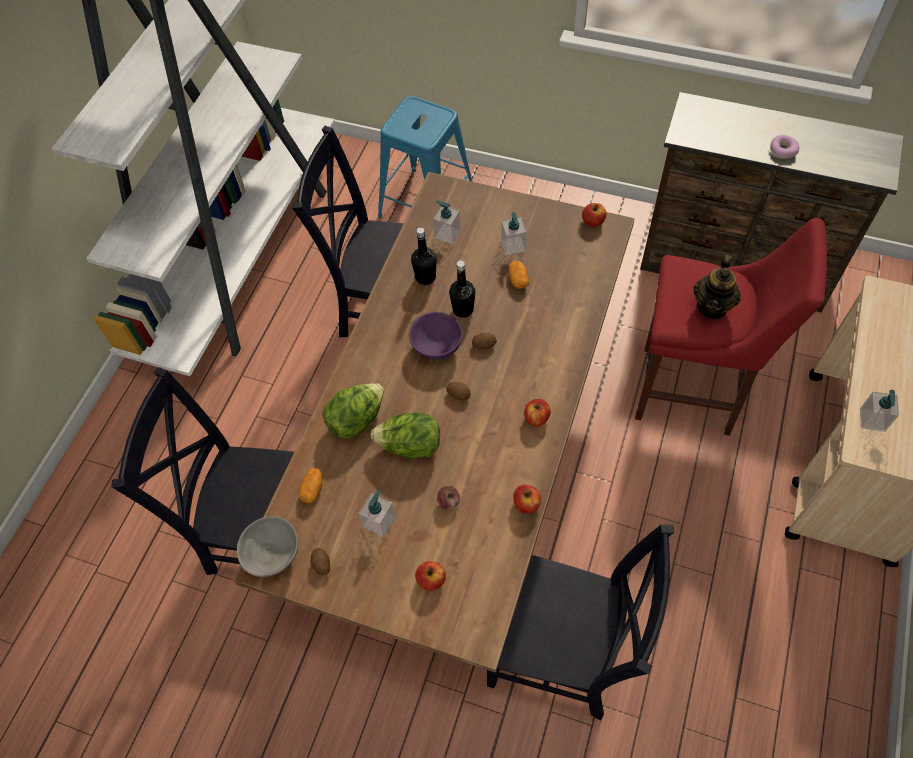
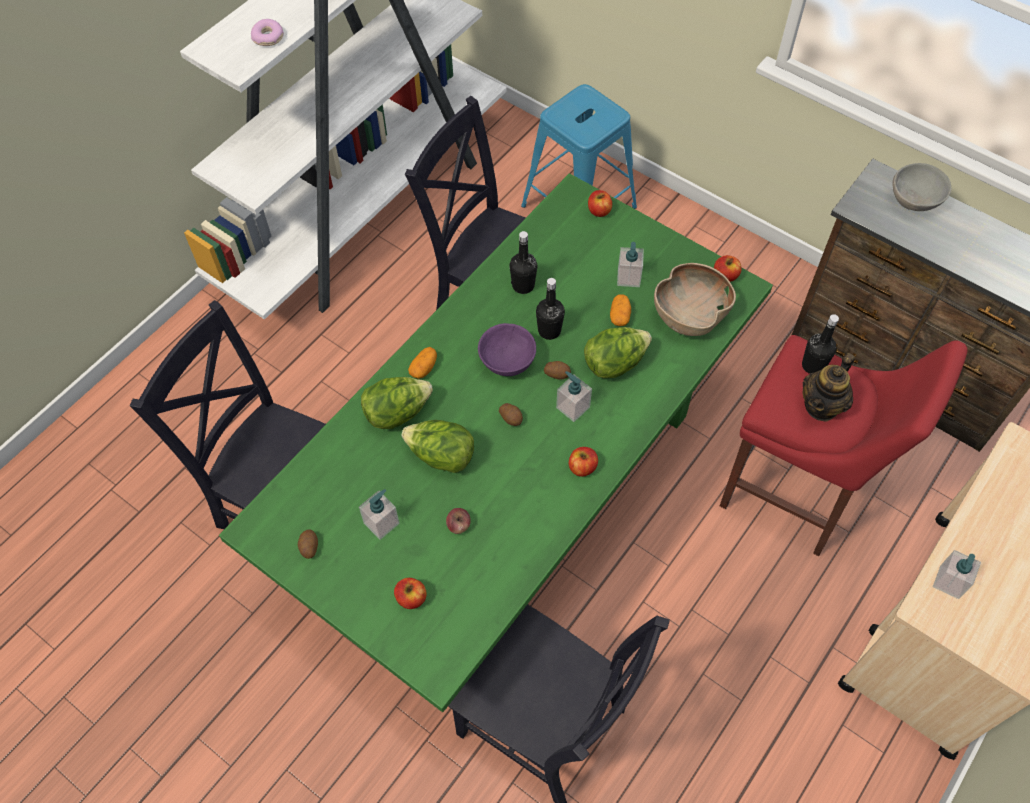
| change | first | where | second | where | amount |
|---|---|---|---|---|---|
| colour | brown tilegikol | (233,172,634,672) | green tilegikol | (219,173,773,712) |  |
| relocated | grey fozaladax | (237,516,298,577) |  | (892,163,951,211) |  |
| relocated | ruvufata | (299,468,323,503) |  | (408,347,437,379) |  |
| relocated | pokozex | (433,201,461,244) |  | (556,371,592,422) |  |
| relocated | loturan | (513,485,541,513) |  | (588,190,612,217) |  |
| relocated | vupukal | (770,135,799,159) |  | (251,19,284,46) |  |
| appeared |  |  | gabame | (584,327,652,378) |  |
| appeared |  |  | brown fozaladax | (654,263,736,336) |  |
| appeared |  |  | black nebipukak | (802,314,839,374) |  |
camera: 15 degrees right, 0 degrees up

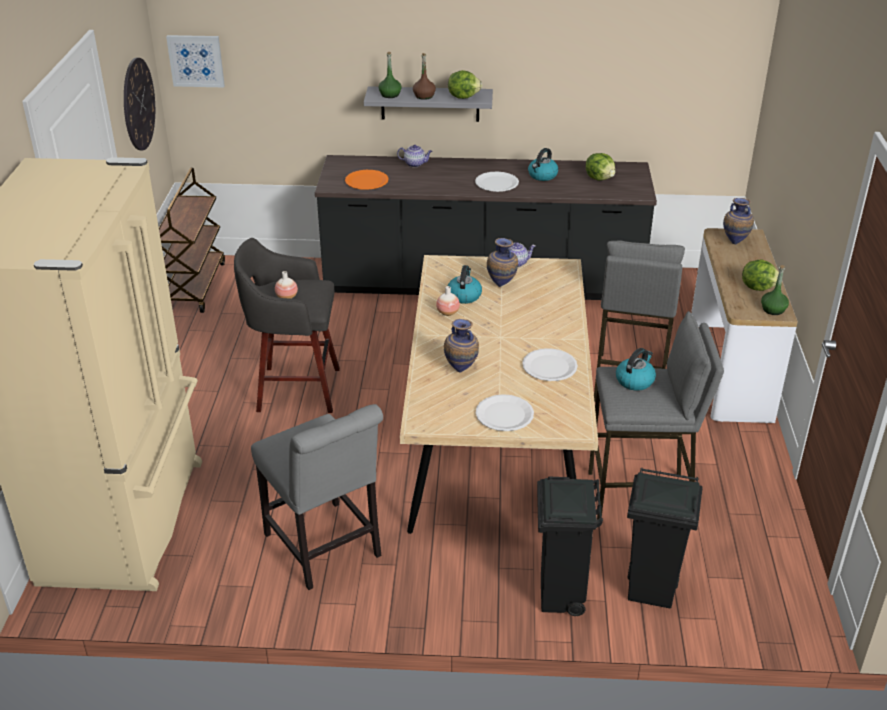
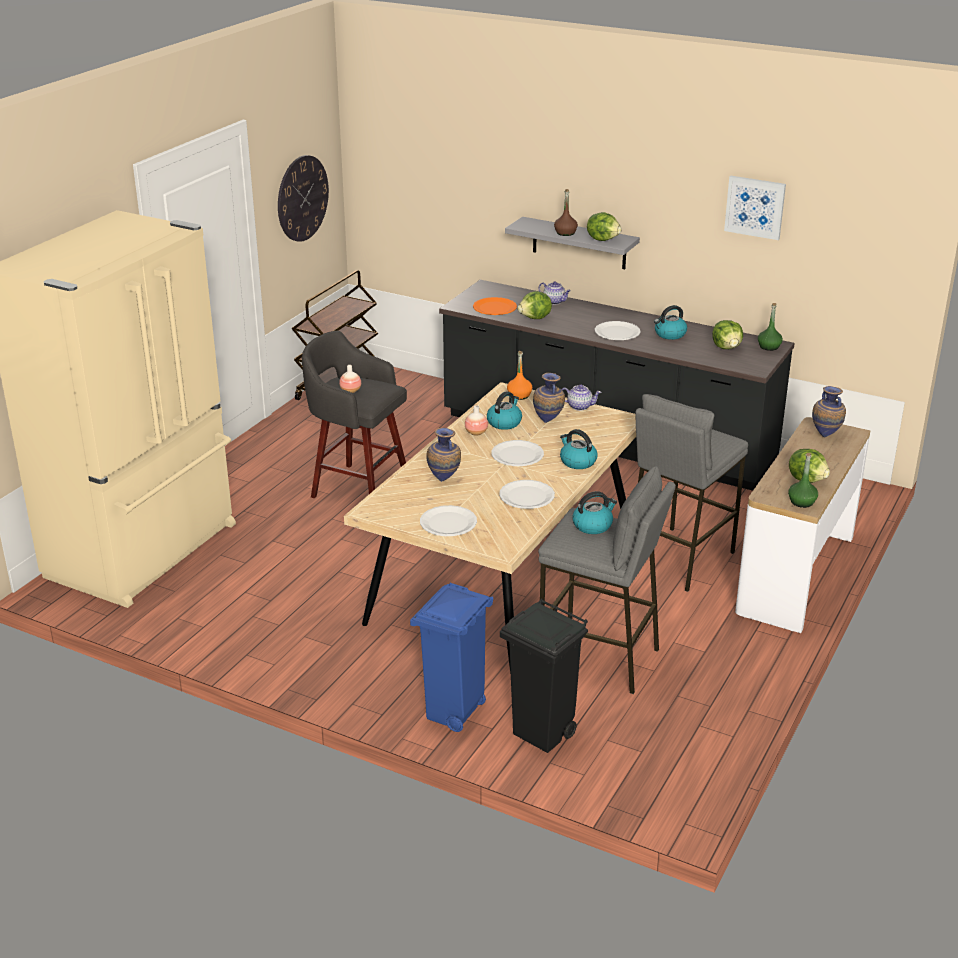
| change | first | where | second | where | amount |
|---|---|---|---|---|---|
| relocated | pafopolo | (166,35,225,87) |  | (724,176,786,240) |  |
| missing | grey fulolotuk | (251,404,383,590) |  |  |  |
| relocated | green nebipukak | (379,52,402,98) |  | (758,303,783,351) |  |
| colour | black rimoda | (537,477,603,616) | blue rimoda | (410,583,494,732) |  |
| appeared |  |  | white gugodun | (491,440,544,466) |  |
| appeared |  |  | orange nebipukak | (507,351,532,400) |  |
| appeared |  |  | gabame | (518,291,552,319) |  |
| appeared |  |  | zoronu | (560,429,598,469) |  |
camera: 25 degrees right, 5 degrees down

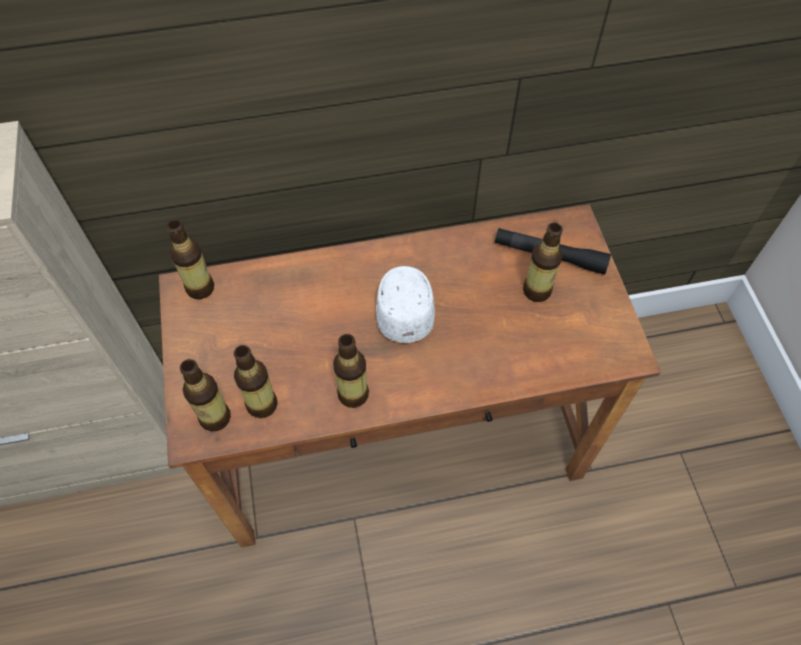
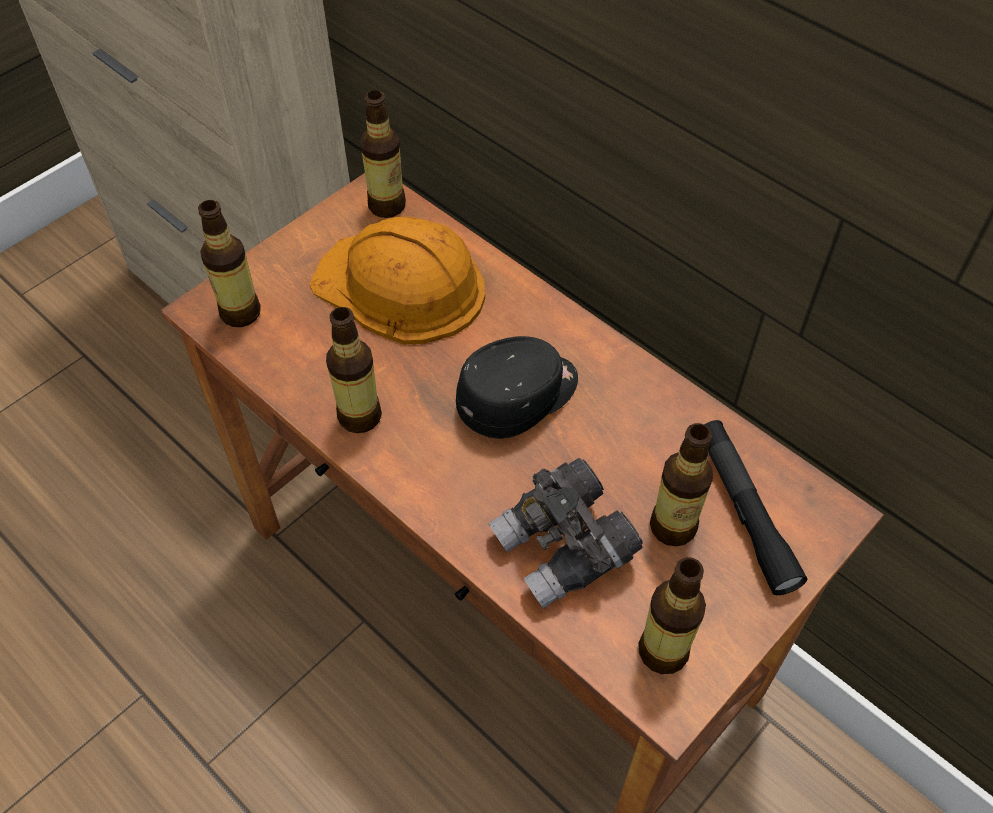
| change | first | where | second | where | amount |
|---|---|---|---|---|---|
| relocated | nebipukak | (234,345,278,418) |  | (639,557,706,674) |  |
| colour | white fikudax | (376,266,435,343) | black fikudax | (456,336,578,439) |  |
| appeared |  |  | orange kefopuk | (309,217,485,345) |  |
| appeared |  |  | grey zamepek | (489,458,643,609) |  |
camera: 55 degrees right, 5 degrees down

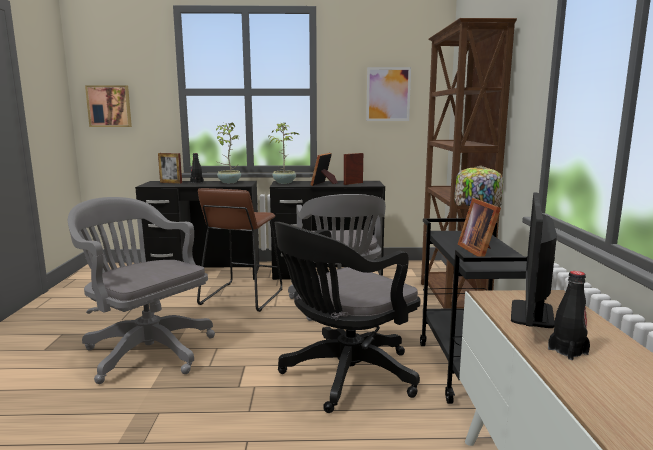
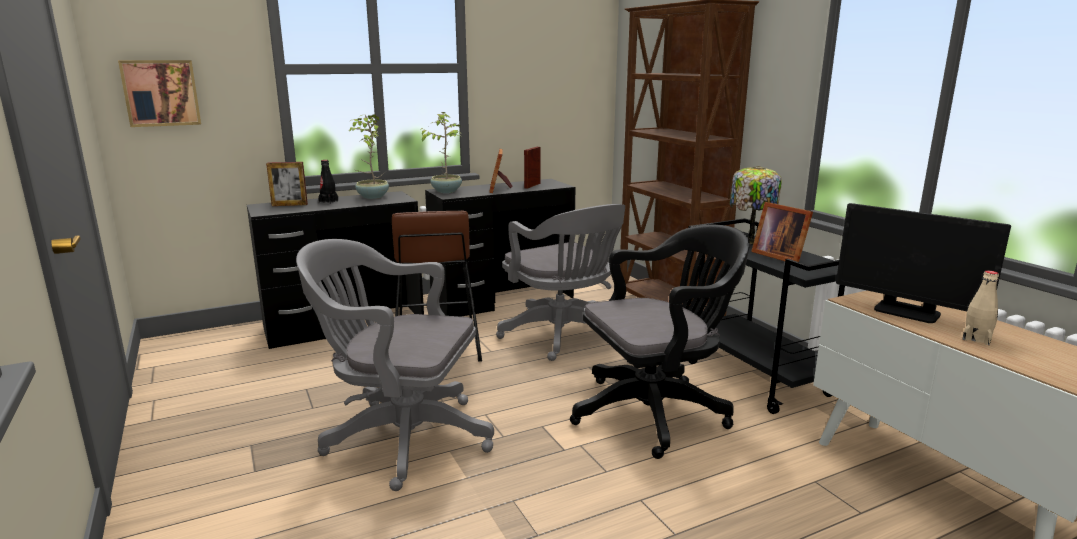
| change | first | where | second | where | amount |
|---|---|---|---|---|---|
| spun | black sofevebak | (275,222,420,413) |  | (570,224,750,459) | 135 degrees counterclockwise |
| missing | pafopolo | (366,67,411,121) |  |  |  |
| spun | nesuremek | (511,192,557,328) |  | (836,203,1011,323) | 45 degrees counterclockwise |
| colour | black nebipukak | (548,271,590,360) | beige nebipukak | (963,271,999,345) |  |
camera: 25 degrees left, 5 degrees up

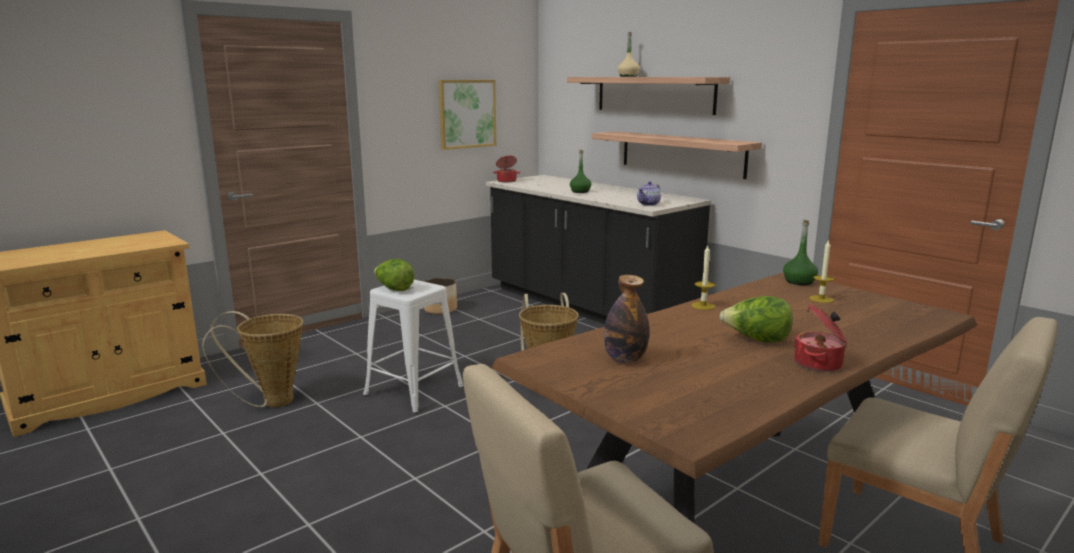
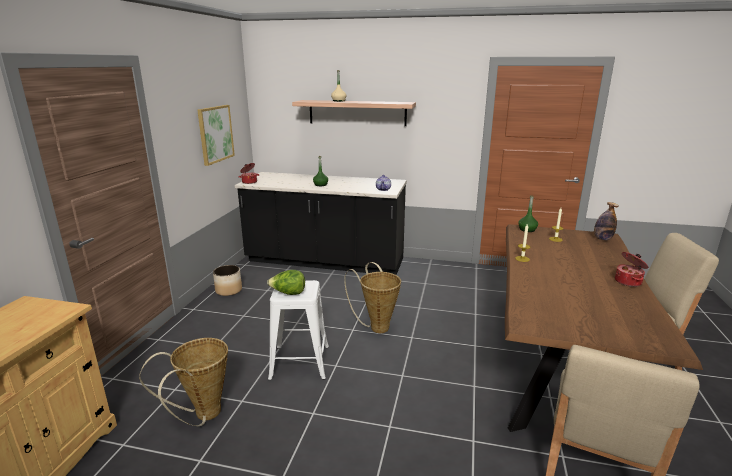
| change | first | where | second | where | amount |
|---|---|---|---|---|---|
| missing | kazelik | (592,131,762,179) |  |  |  |
| relocated | nebipukak | (604,275,649,363) |  | (594,202,619,240) |  |
| missing | gabame | (719,296,793,342) |  |  |  |
camera: 35 degrees left, 5 degrees up

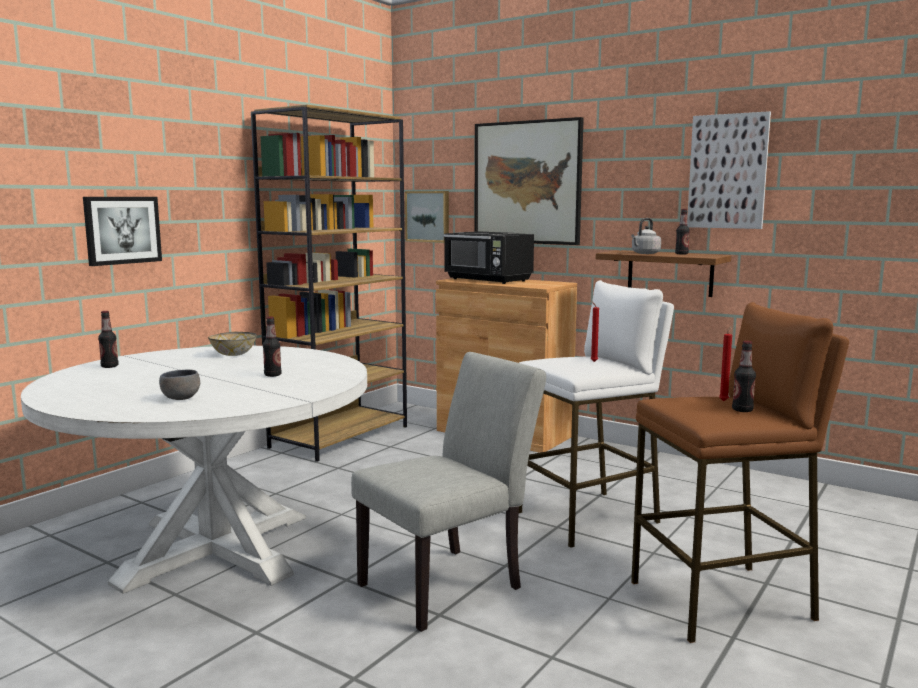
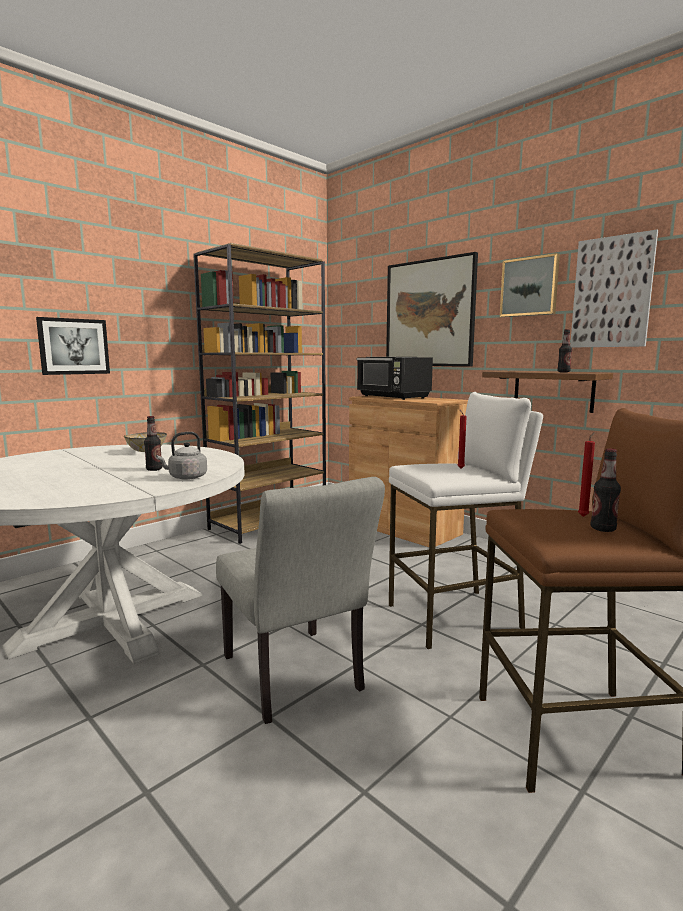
| change | first | where | second | where | amount |
|---|---|---|---|---|---|
| missing | nebipukak | (98,311,118,368) |  |  |  |
| missing | grey fozaladax | (159,370,200,400) |  |  |  |
| spun | grey fulolotuk | (351,352,546,632) |  | (216,477,385,724) | 90 degrees clockwise |
| relocated | pafopolo | (405,191,449,243) |  | (500,253,560,317) |  |
| relocated | grey zoronu | (631,218,661,254) |  | (156,432,207,480) |  |
camera: 10 degrees right, 0 degrees up

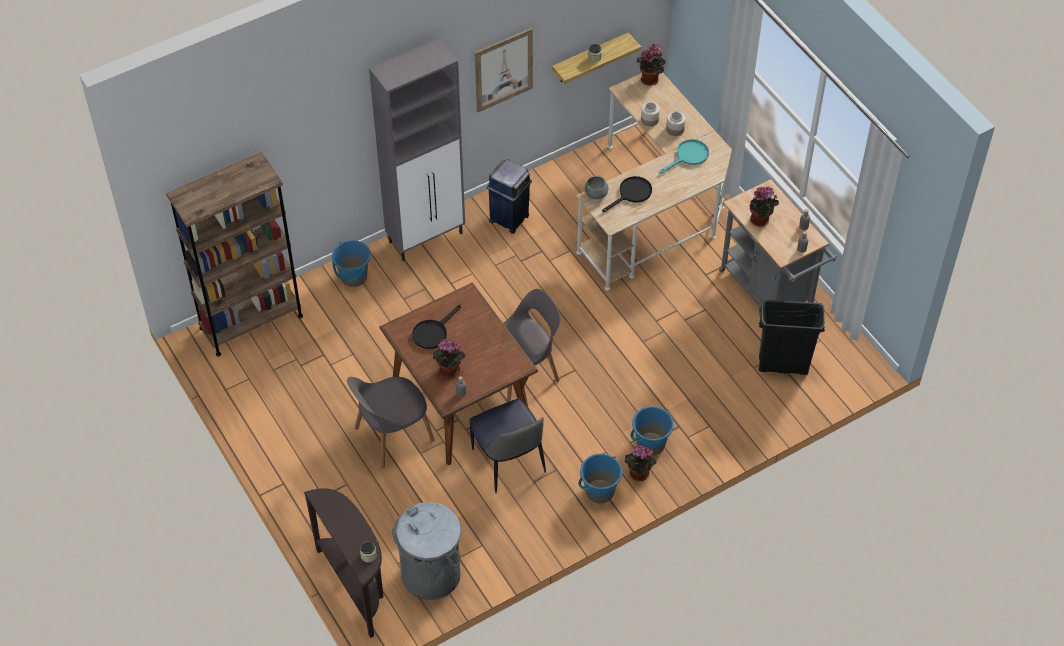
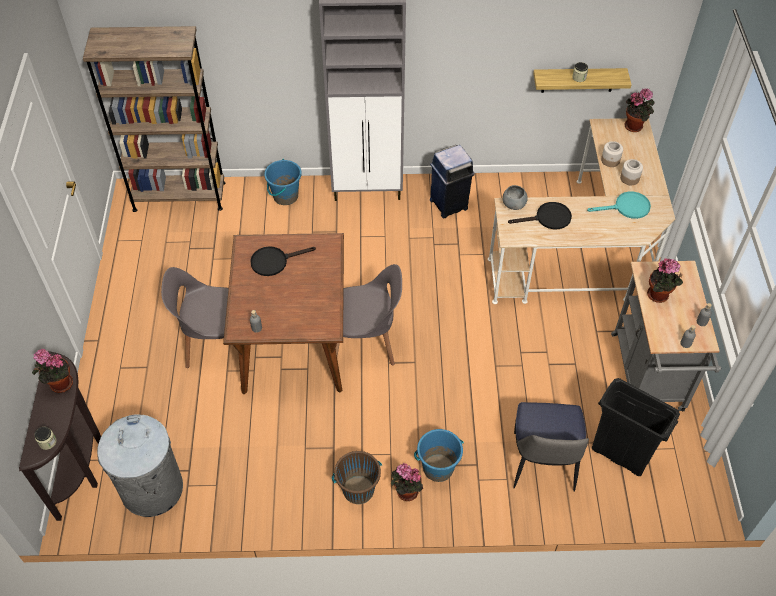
| change | first | where | second | where | amount |
|---|---|---|---|---|---|
| relocated | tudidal | (433,339,466,378) |  | (32,349,73,393) |  |
| relocated | fulolotuk | (469,399,546,493) |  | (513,402,589,492) |  |
| missing | pafopolo | (475,28,533,113) |  |  |  |
| colour | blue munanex | (579,454,622,504) | brown munanex | (332,451,382,504) |  |
camera: 30 degrees right, 0 degrees up

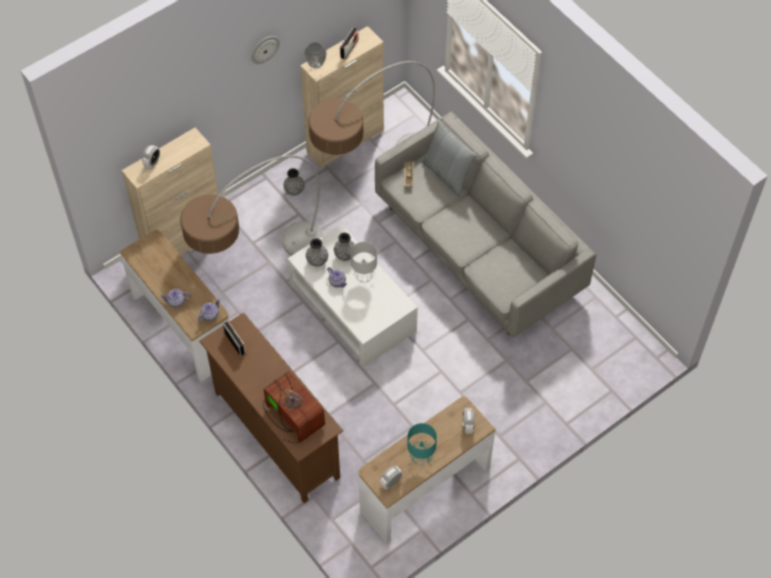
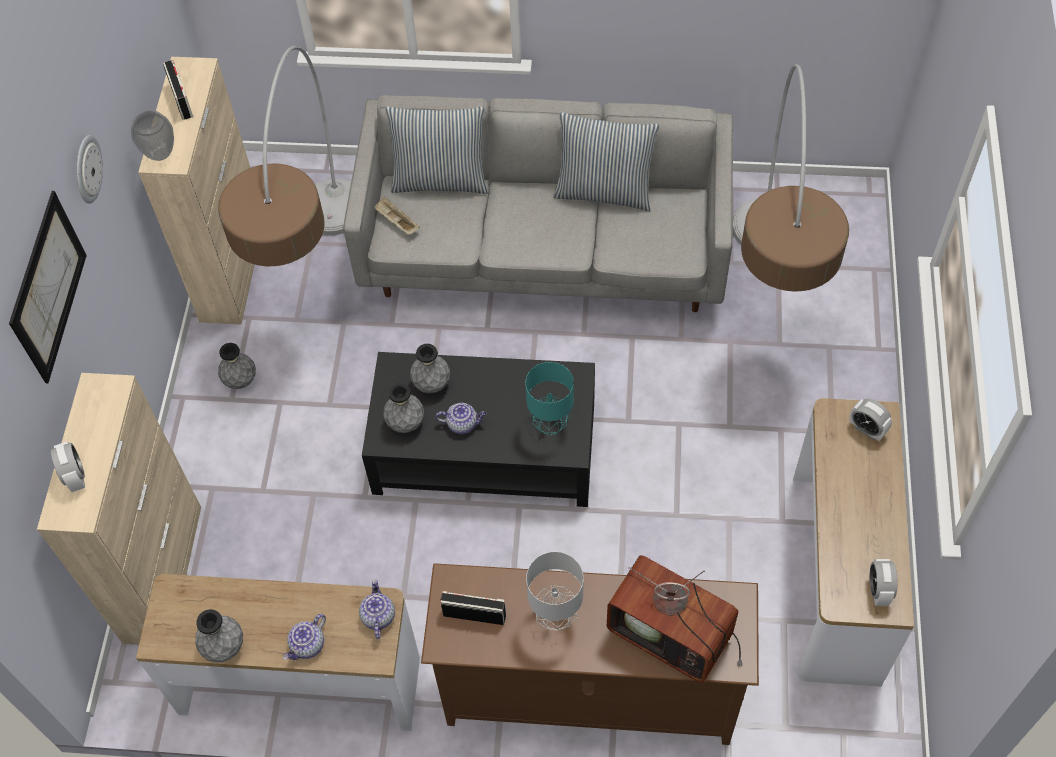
| change | first | where | second | where | amount |
|---|---|---|---|---|---|
| relocated | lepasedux | (180,155,323,256) |  | (733,64,849,291) |  |
| spun | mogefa | (263,371,325,443) |  | (607,555,742,683) | 150 degrees counterclockwise |
| colour | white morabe | (287,224,418,368) | black morabe | (362,352,595,507) |  |
| relocated | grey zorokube | (351,242,377,283) |  | (526,552,584,631) |  |
| relocated | turquoise zorokube | (407,423,437,465) |  | (525,362,574,435) |  |
| appeared |  |  | pafopolo | (9,191,87,383) |  |
| appeared |  |  | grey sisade | (195,609,243,662) |  |
| appeared |  |  | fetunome | (553,112,660,211) |  |
camera: 45 degrees left, 0 degrees up

